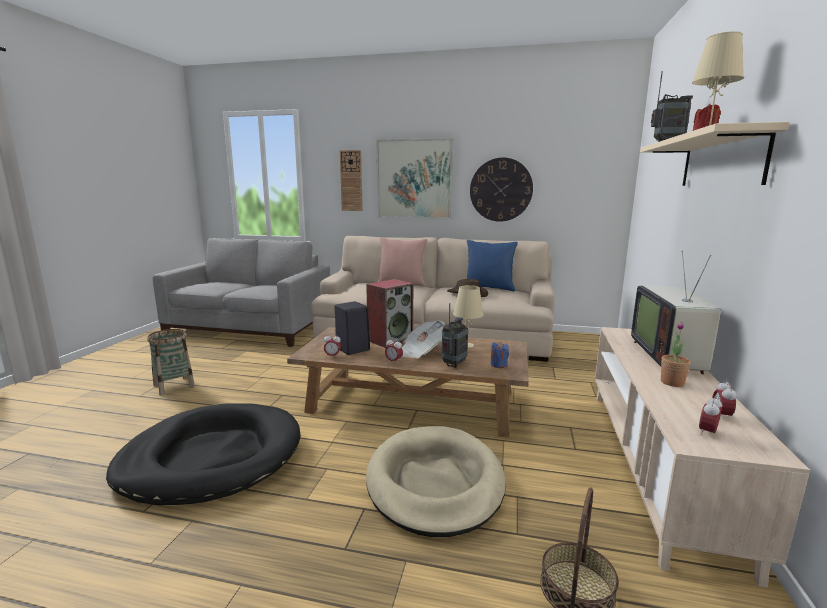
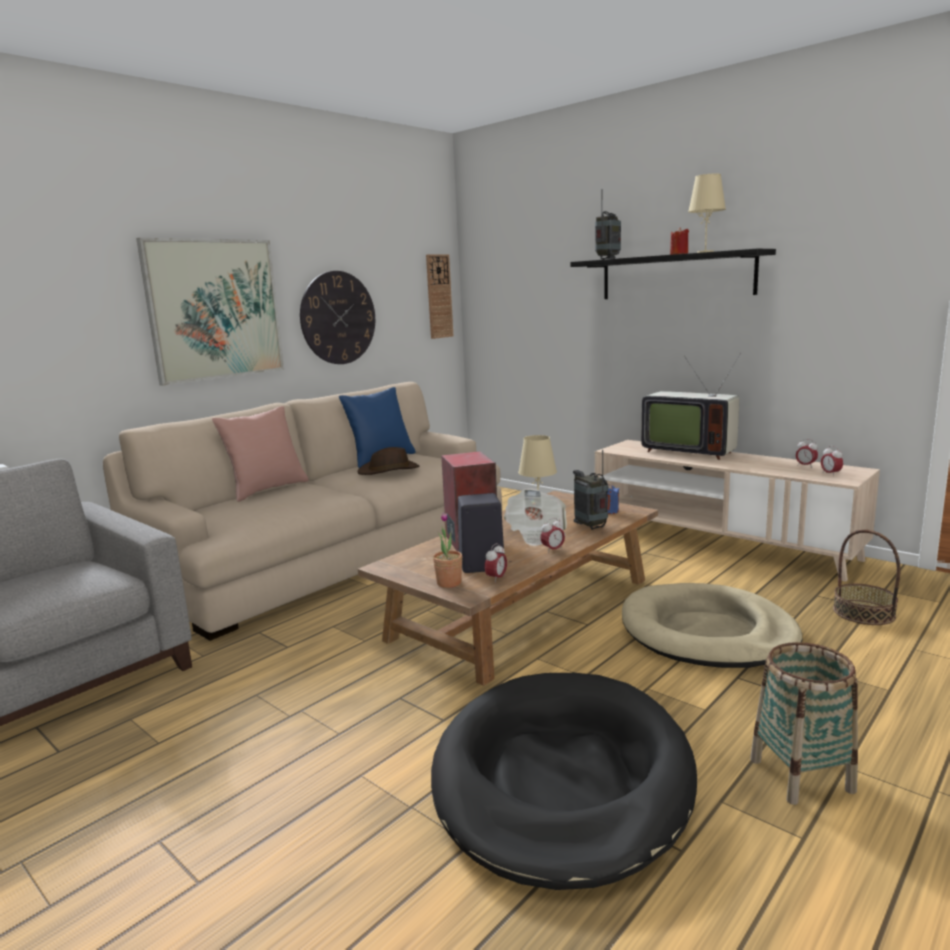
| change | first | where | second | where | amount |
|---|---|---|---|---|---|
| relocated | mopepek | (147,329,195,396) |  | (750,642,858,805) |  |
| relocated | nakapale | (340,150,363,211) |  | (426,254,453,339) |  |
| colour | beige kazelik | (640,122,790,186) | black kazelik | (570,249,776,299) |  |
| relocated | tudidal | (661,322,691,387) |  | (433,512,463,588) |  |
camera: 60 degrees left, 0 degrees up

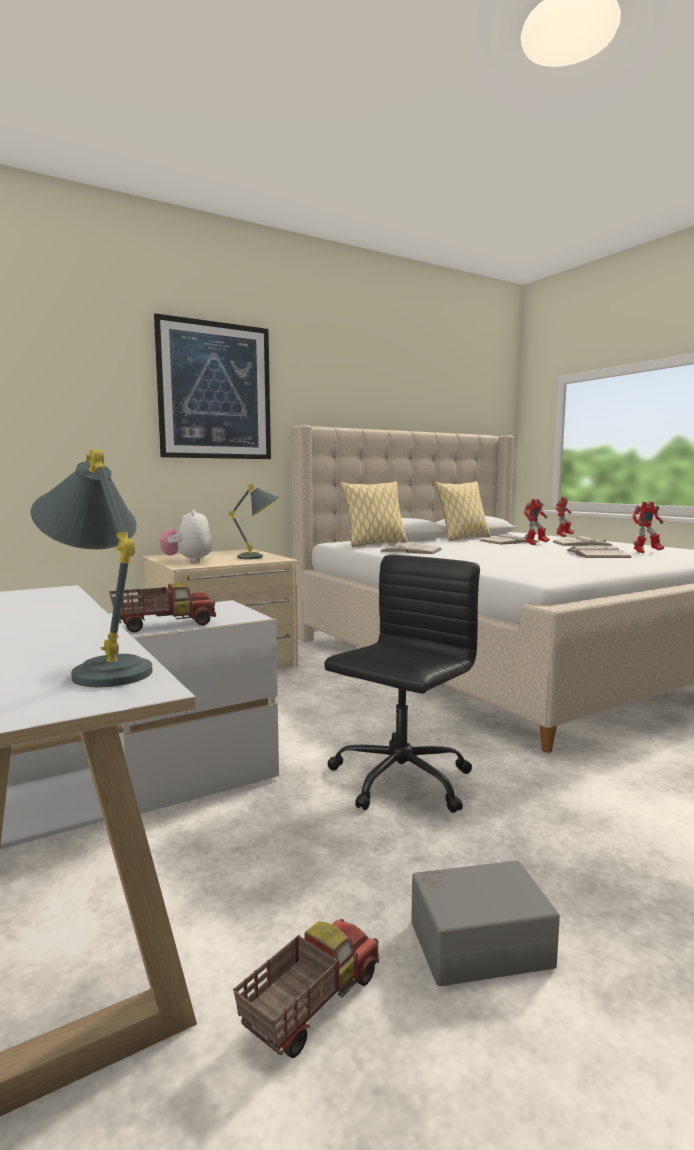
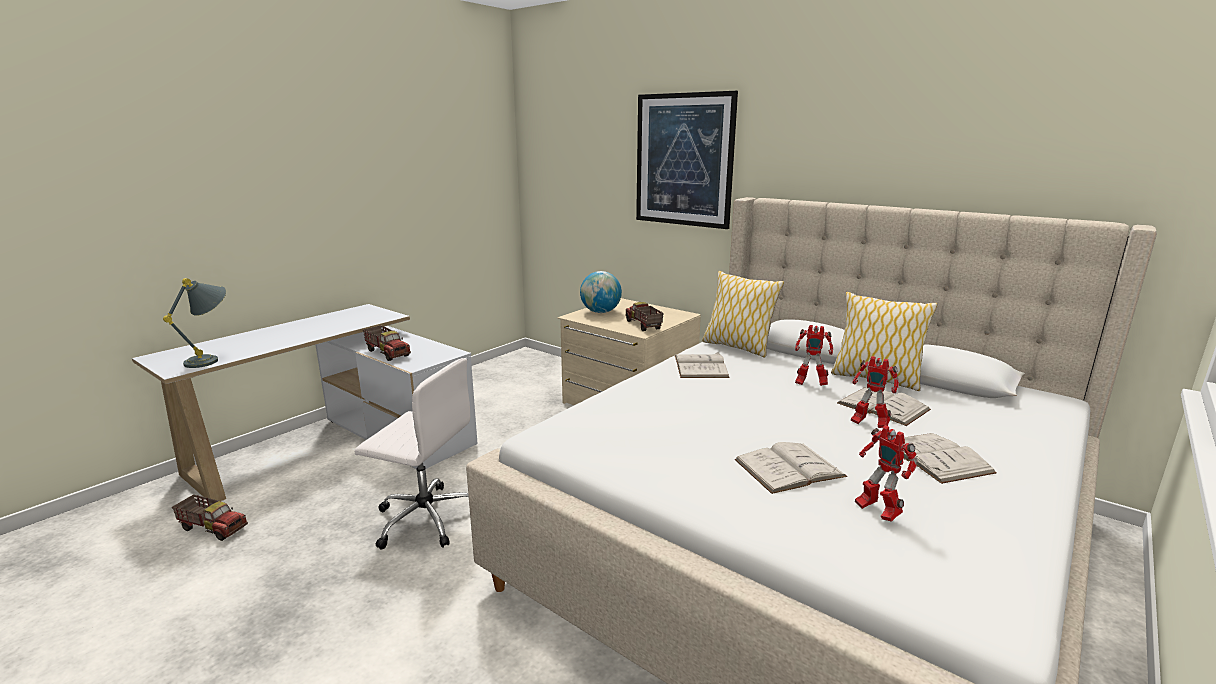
| change | first | where | second | where | amount |
|---|---|---|---|---|---|
| exchanged | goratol | (160,510,212,562) | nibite | (580,271,622,313) |  |
| exchanged | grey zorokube | (229,484,279,559) | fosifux | (625,302,664,331) |  |
| colour | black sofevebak | (324,555,480,813) | white sofevebak | (355,358,470,550) |  |
| missing | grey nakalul | (411,861,560,986) |  |  |  |
| relocated | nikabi | (556,497,574,537) |  | (795,325,833,386) |  |
camera: 70 degrees right, 10 degrees up

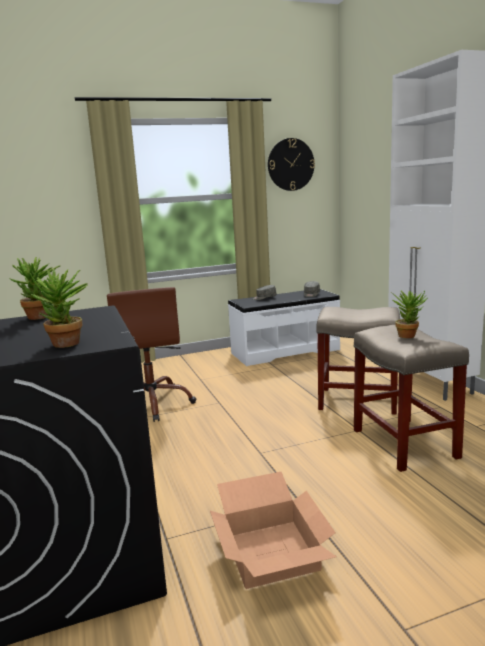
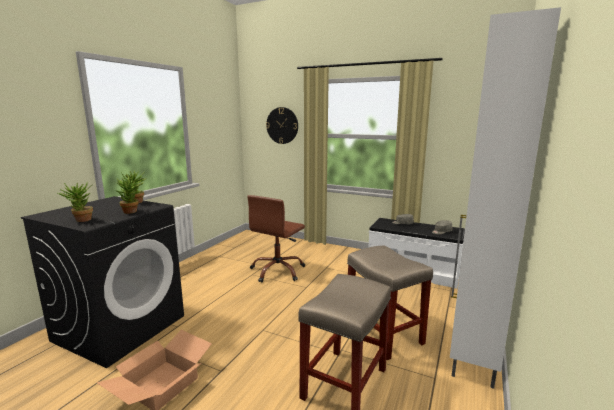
| change | first | where | second | where | amount |
|---|---|---|---|---|---|
| relocated | nakapale | (268,138,315,191) |  | (266,107,298,144) |  |
| relocated | tudidal | (390,291,427,338) |  | (115,177,144,214) |  |
camera: 45 degrees right, 0 degrees up

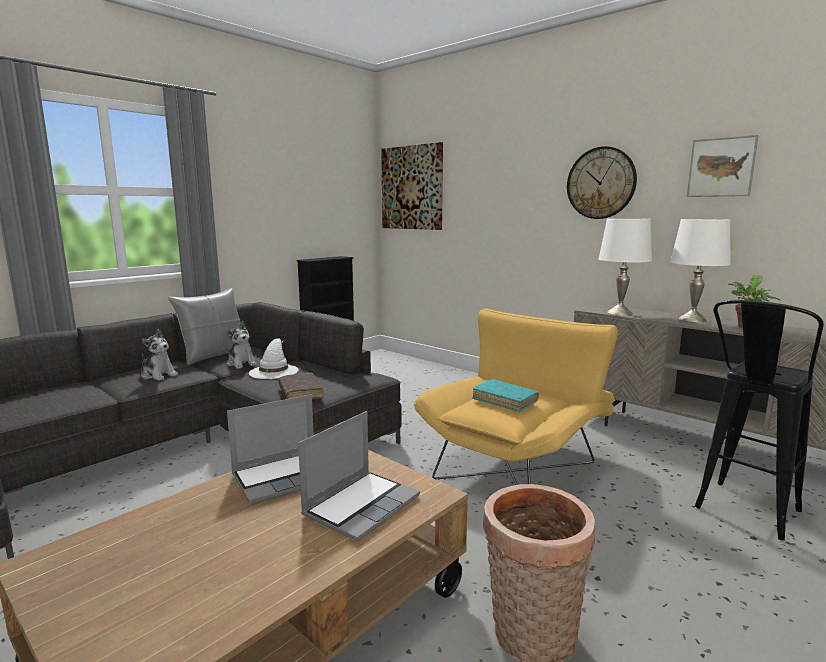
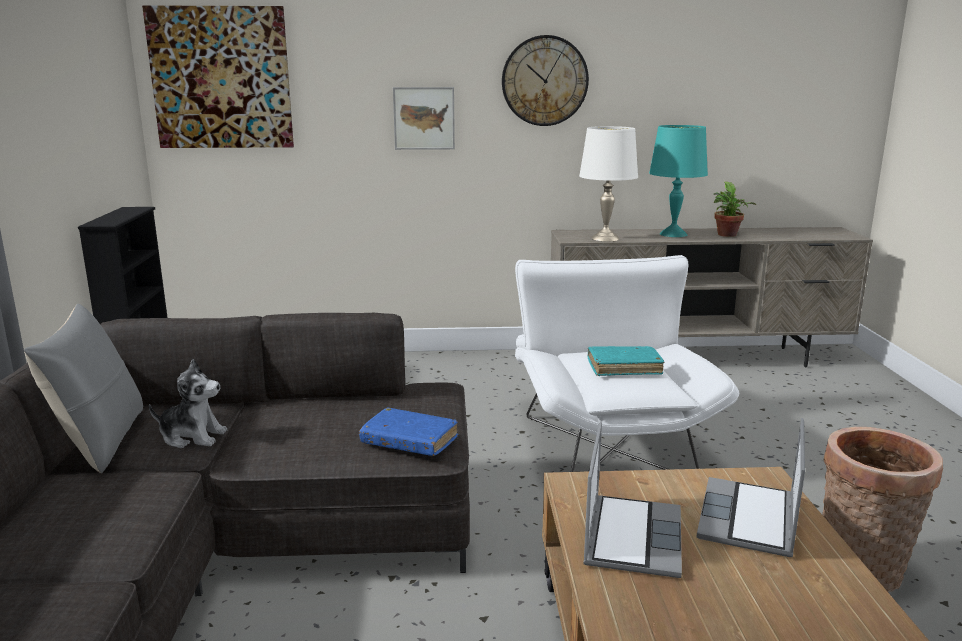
| change | first | where | second | where | amount |
|---|---|---|---|---|---|
| missing | goratol | (141,329,178,381) |  |  |  |
| missing | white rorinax | (249,338,299,379) |  |  |  |
| colour | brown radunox | (278,373,324,400) | blue radunox | (359,407,458,456) |  |
| spun | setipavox | (298,411,420,542) |  | (696,418,805,557) | 150 degrees counterclockwise |
| colour | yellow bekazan | (414,308,618,485) | white bekazan | (515,255,739,472) |  |
| colour | white zorokube | (670,219,731,322) | turquoise zorokube | (649,125,708,237) |  |
| relocated | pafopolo | (687,135,759,197) |  | (393,87,455,150) |  |
| missing | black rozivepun | (695,300,824,540) |  |  |  |
camera: 45 degrees left, 5 degrees up

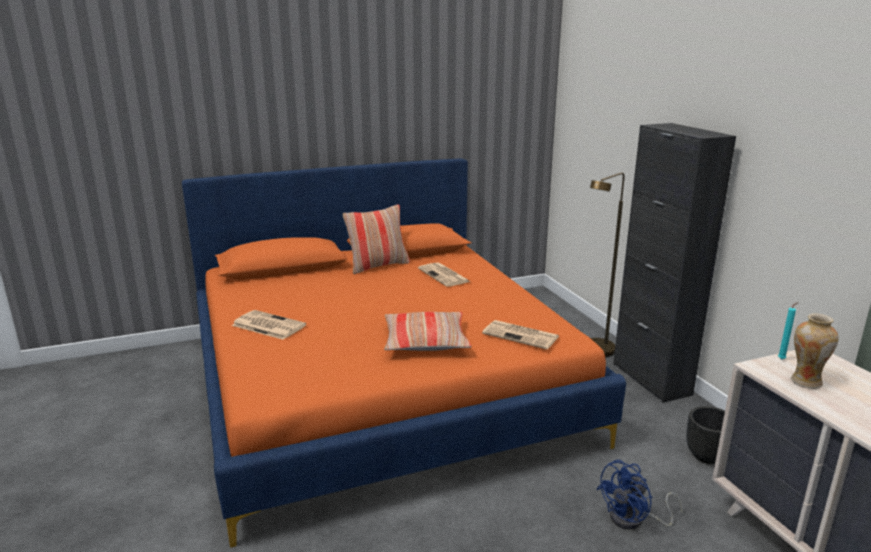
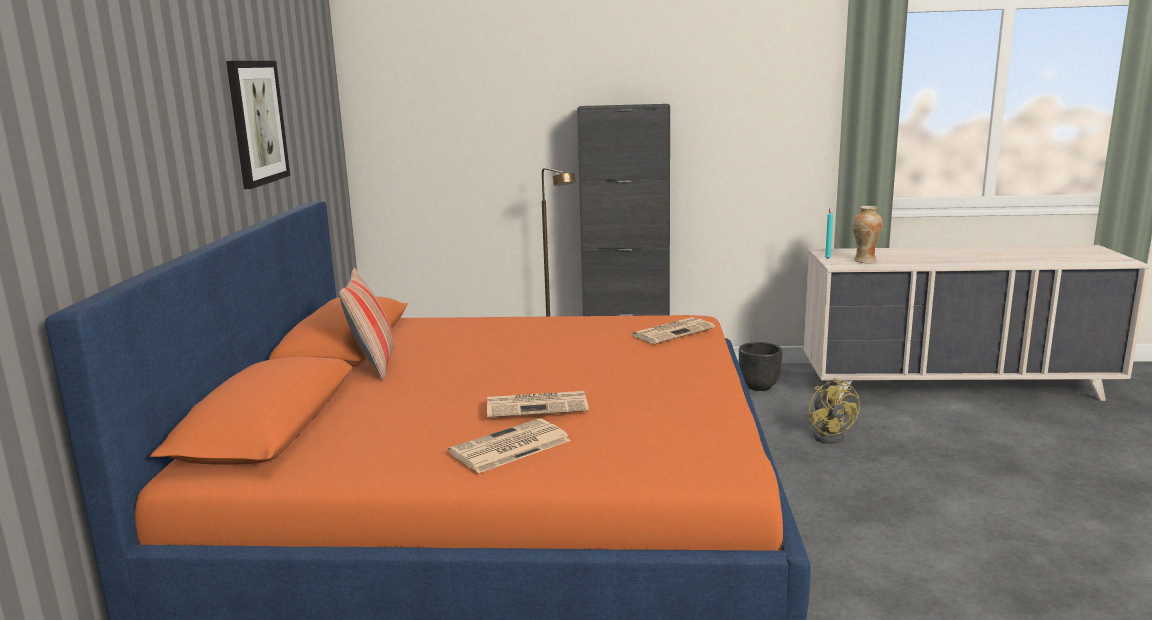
| change | first | where | second | where | amount |
|---|---|---|---|---|---|
| missing | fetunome | (384,312,471,351) |  |  |  |
| relocated | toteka | (418,262,471,287) |  | (487,391,589,418) |  |
| colour | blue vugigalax | (596,460,683,530) | yellow vugigalax | (807,378,860,444) |  |
| appeared |  |  | pafopolo | (226,61,290,189) |  |
camera: 65 degrees left, 5 degrees down

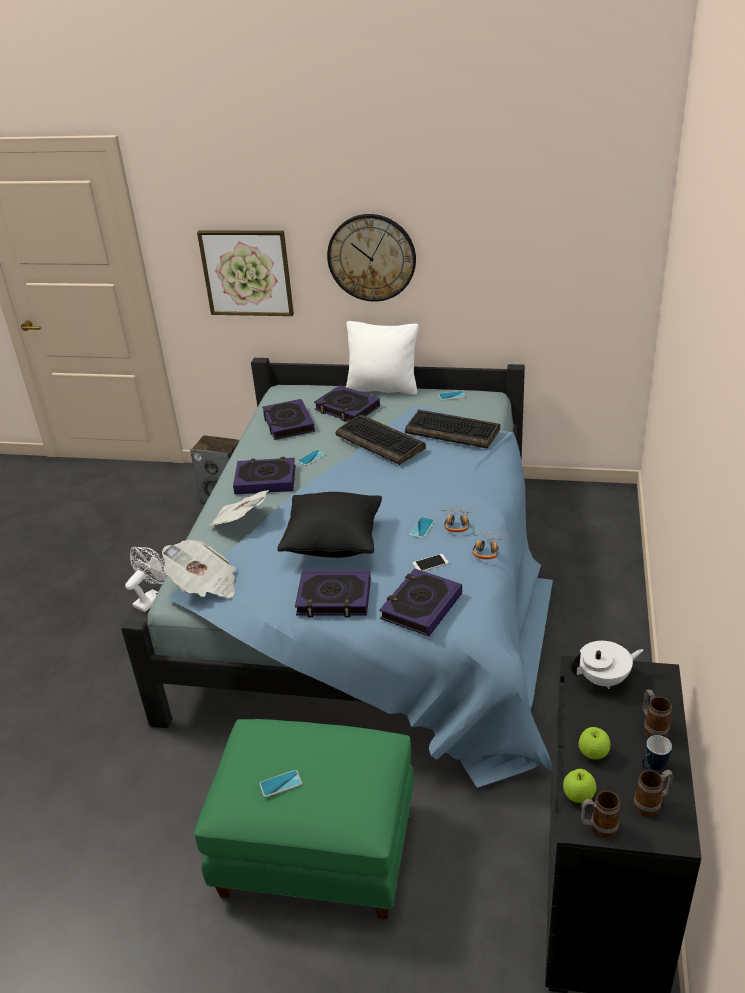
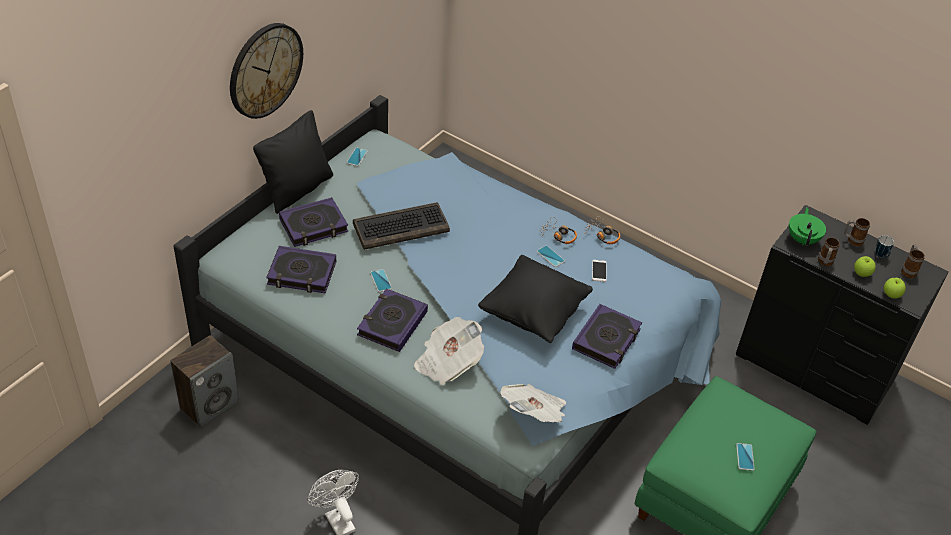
| change | first | where | second | where | amount |
|---|---|---|---|---|---|
| missing | pafopolo | (197,230,294,316) |  |  |  |
| colour | white fetunome | (346,321,419,395) | black fetunome | (253,110,333,214) |  |
| missing | radunox | (379,568,462,636) |  |  |  |
| missing | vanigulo | (405,410,500,449) |  |  |  |
| colour | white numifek | (570,641,644,689) | green numifek | (789,207,826,247) |  |
| relocated | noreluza | (581,791,620,839) |  | (818,237,840,266) |  |
camera: 70 degrees left, 10 degrees up

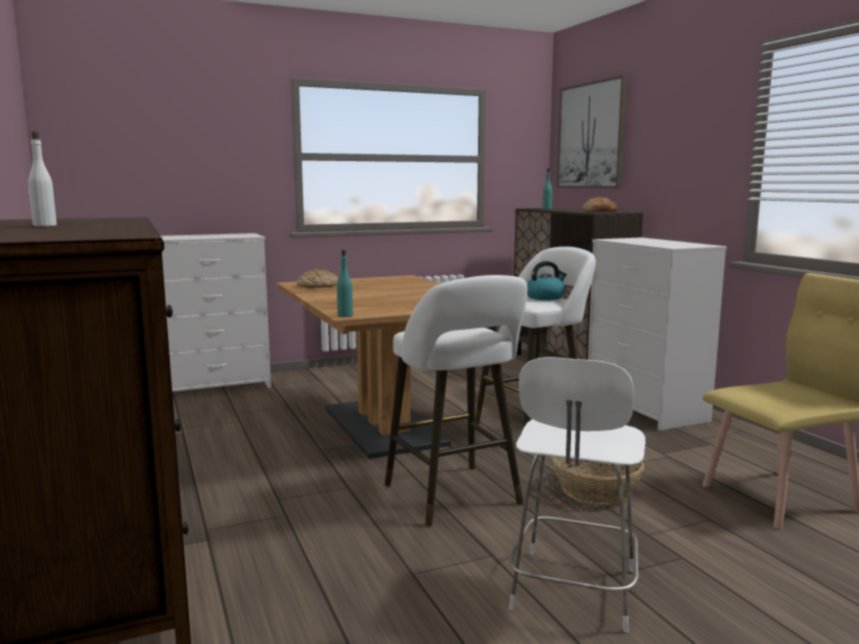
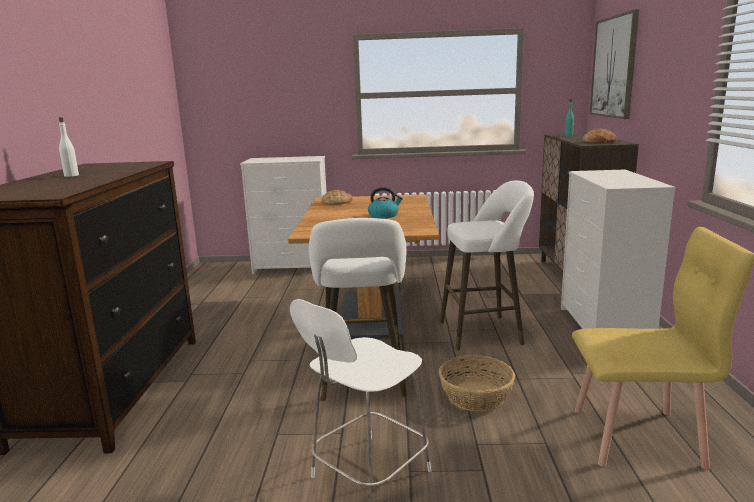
| change | first | where | second | where | amount |
|---|---|---|---|---|---|
| missing | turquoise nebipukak | (337,250,353,317) |  |  |  |
| relocated | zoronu | (527,261,567,300) |  | (368,187,403,219) |  |
camera: 25 degrees right, 5 degrees up

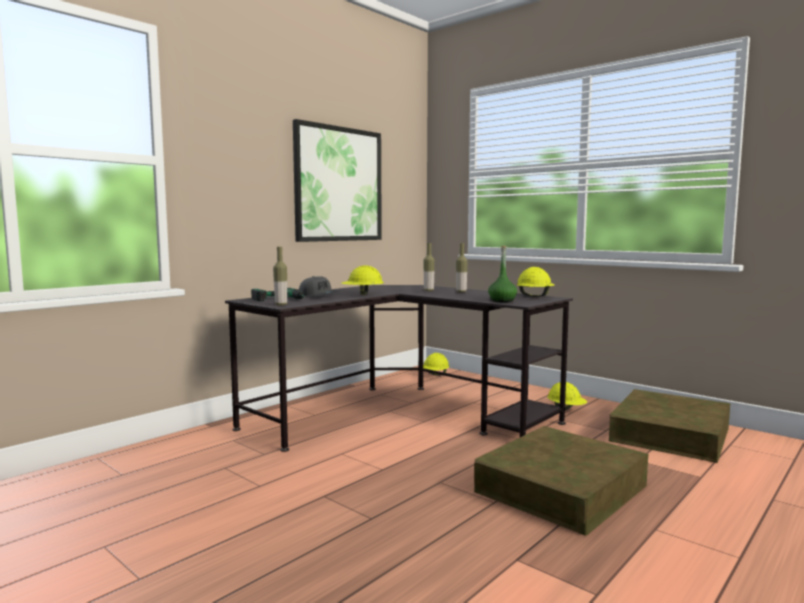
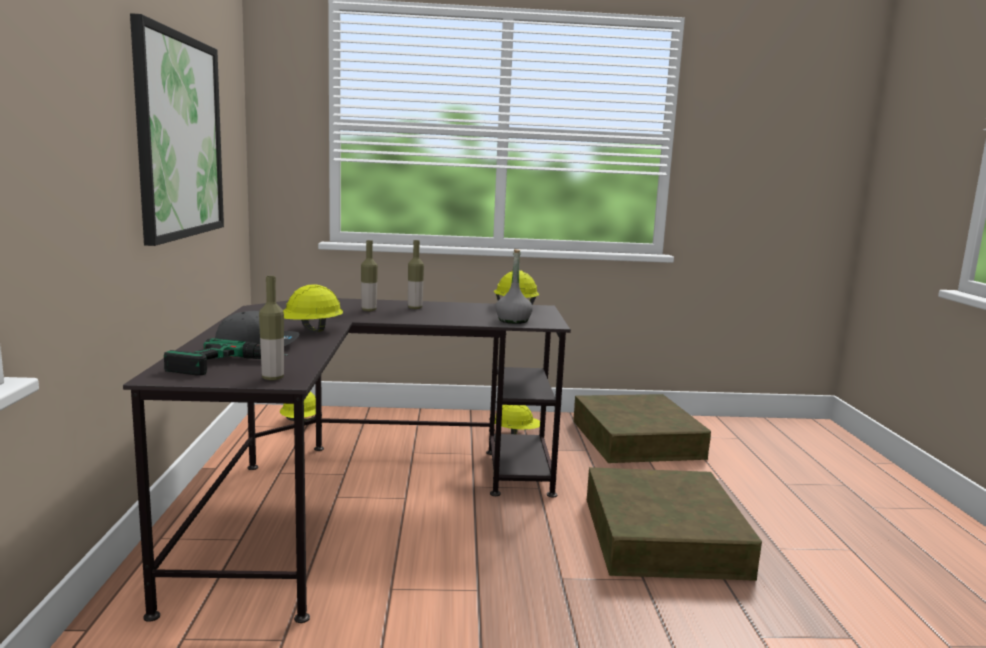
| change | first | where | second | where | amount |
|---|---|---|---|---|---|
| colour | green nebipukak | (488,246,517,302) | grey nebipukak | (495,249,533,324) |  |
camera: 45 degrees left, 5 degrees up

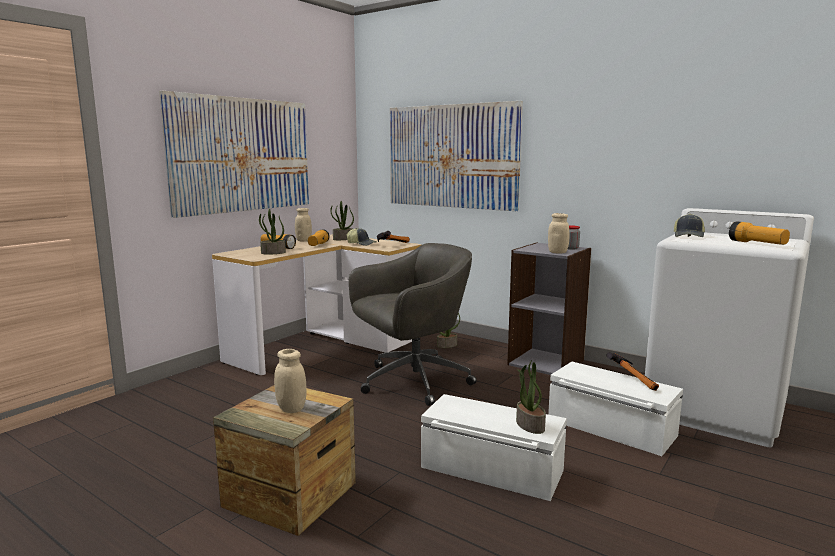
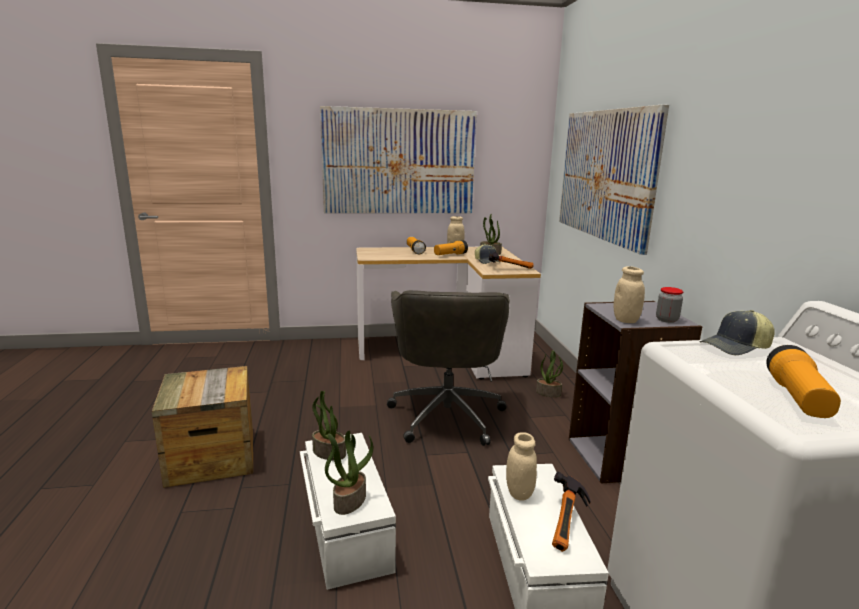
| change | first | where | second | where | amount |
|---|---|---|---|---|---|
| relocated | tudidal | (259,209,286,254) |  | (312,391,346,461) |  |
| relocated | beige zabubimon | (274,349,307,413) |  | (506,432,537,501) |  |
| spun | grey sofevebak | (349,243,477,406) |  | (387,290,510,446) | 75 degrees clockwise |
camera: 45 degrees right, 5 degrees up

